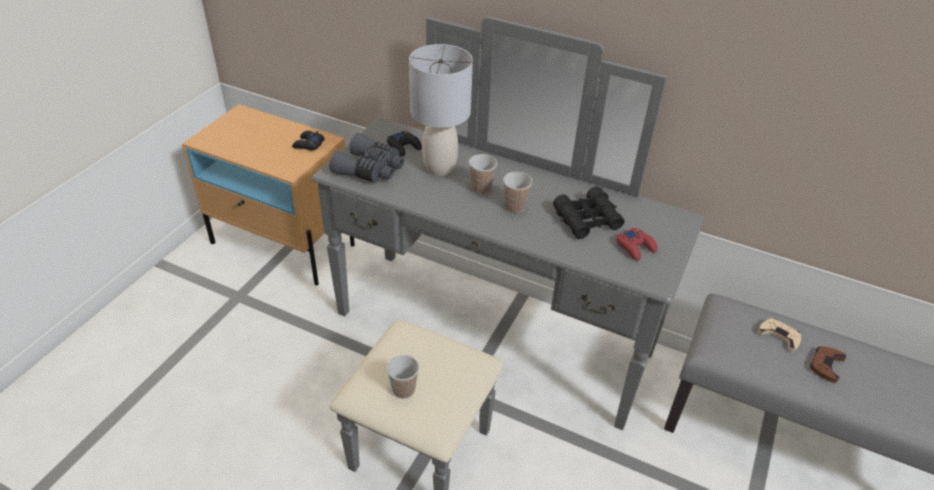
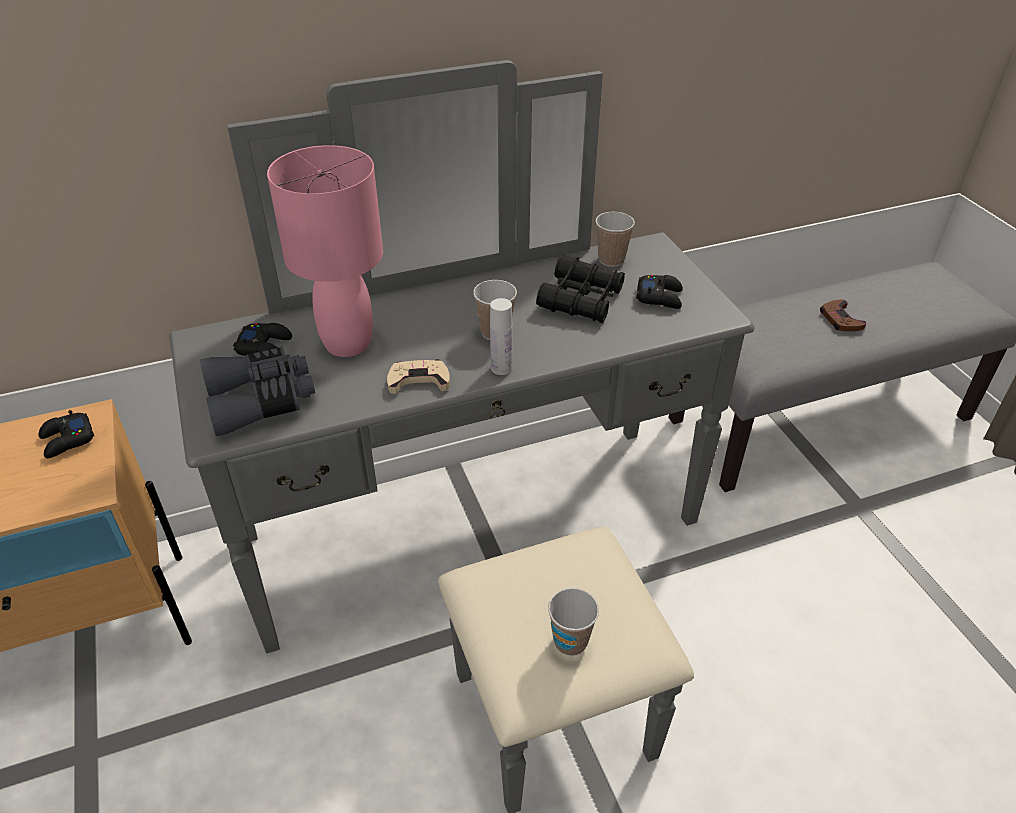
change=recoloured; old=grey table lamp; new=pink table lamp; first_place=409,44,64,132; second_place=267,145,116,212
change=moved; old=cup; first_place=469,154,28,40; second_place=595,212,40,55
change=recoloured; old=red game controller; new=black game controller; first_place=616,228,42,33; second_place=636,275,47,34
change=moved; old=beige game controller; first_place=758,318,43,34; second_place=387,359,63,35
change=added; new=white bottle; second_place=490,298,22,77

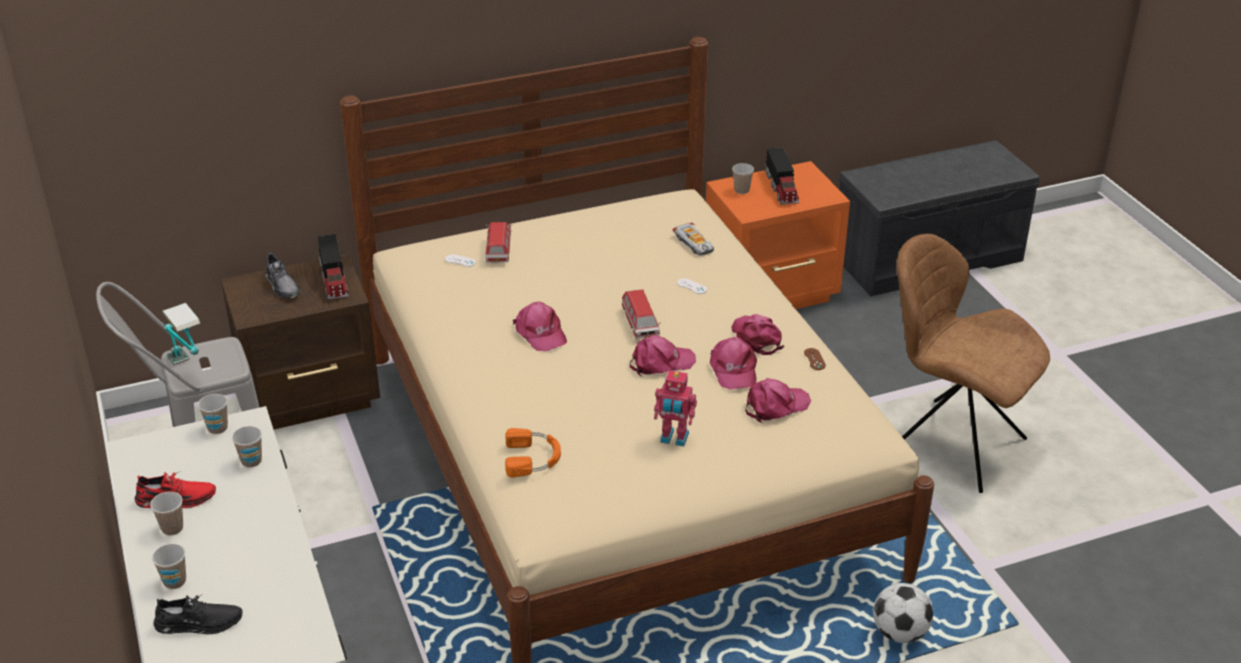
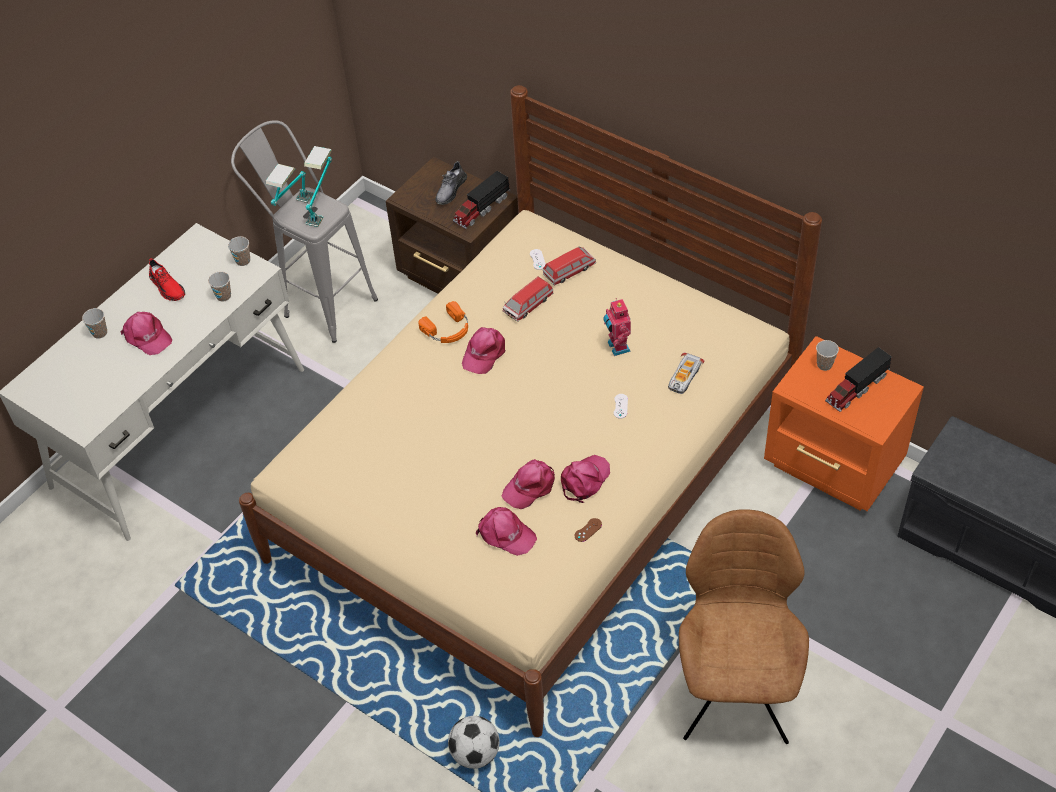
change=moved; old=toy car; first_place=622,289,38,50; second_place=503,276,50,46
change=moved; old=pink cap; first_place=630,335,66,41; second_place=121,312,51,43
change=moved; old=toy robot; first_place=654,370,43,77; second_place=603,298,28,58
change=moved; old=orange headphones; first_place=505,428,56,49; second_place=418,301,50,42
change=removed; old=cup; first_place=150,492,33,44
change=removed; old=black shoe; first_place=154,594,89,40
change=added; new=table lamp; second_place=304,146,28,81

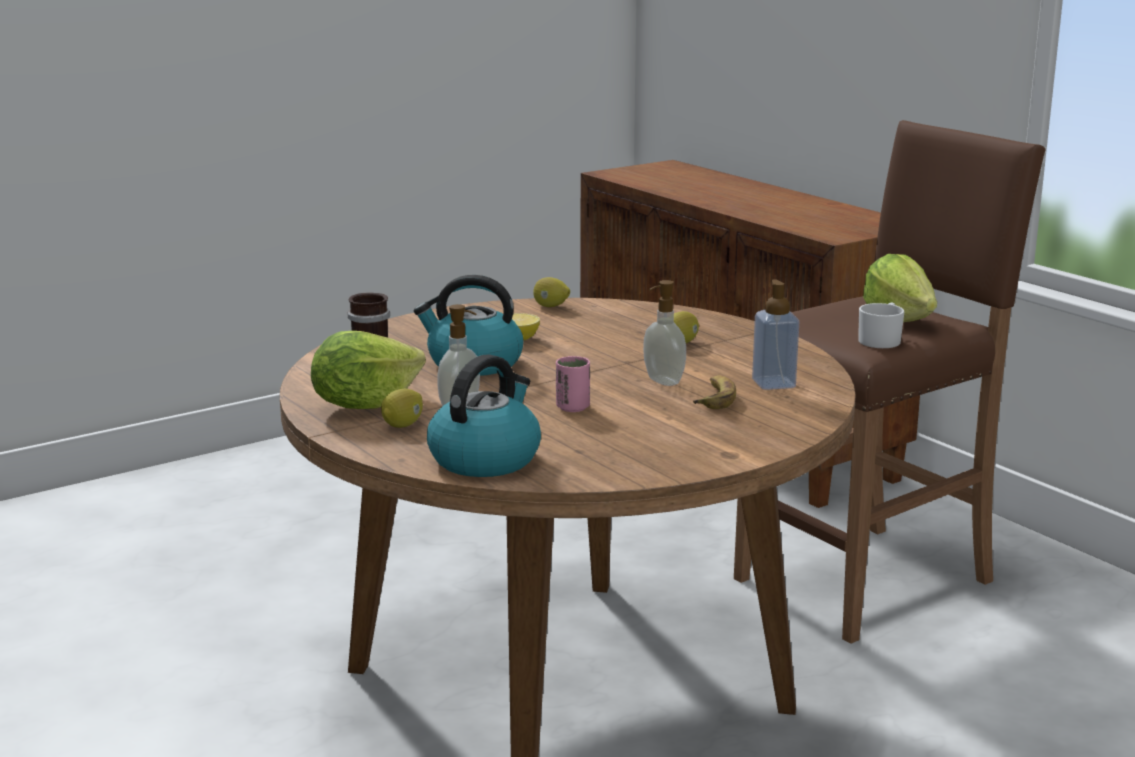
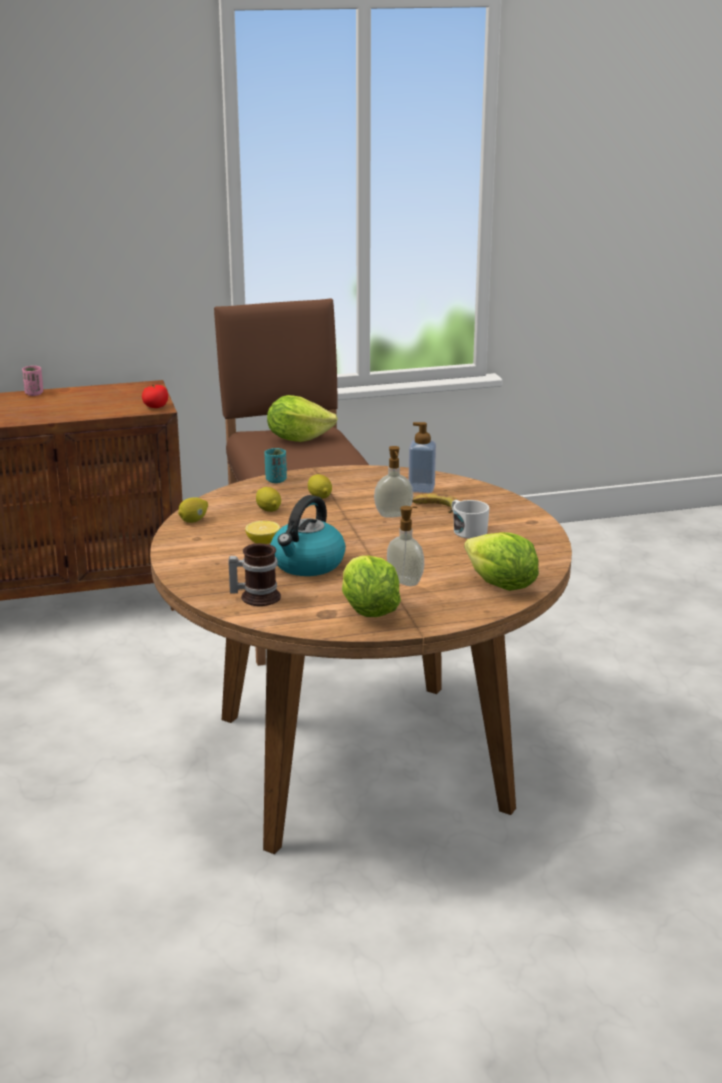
change=moved; old=white mug; first_place=858,303,46,45; second_place=452,500,37,39
change=replaced; old=kettle; new=lettuce; first_place=427,355,114,122; second_place=464,532,75,59
change=moved; old=pink cup; first_place=556,356,34,56; second_place=22,366,21,30
change=moved; old=lemon; first_place=381,389,42,39; second_place=256,487,25,25
change=added; new=tomato; second_place=142,384,26,24
change=added; new=turquoise cup; second_place=264,448,23,35

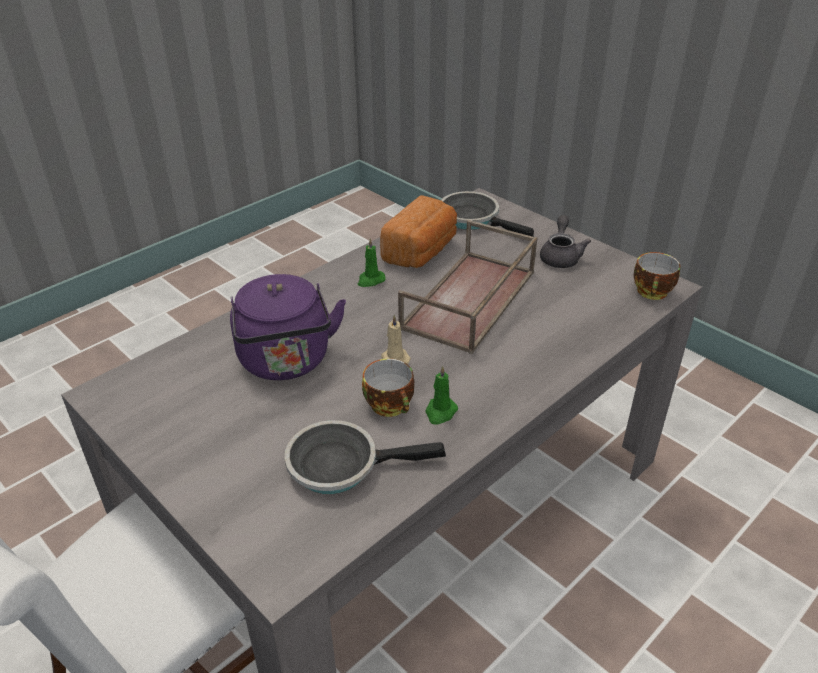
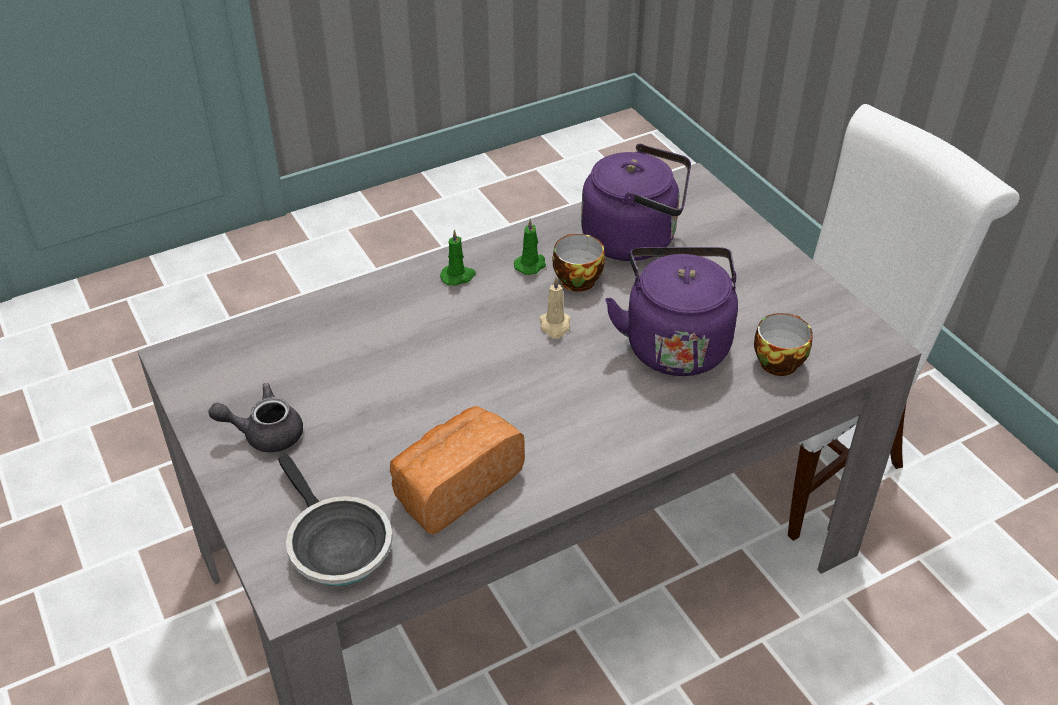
change=turned; old=grey teapot; first_place=540,215,51,53; second_place=209,383,94,69; degrees=60
change=removed; old=brown tray; first_place=398,220,140,134
change=moved; old=green candle; first_place=358,238,28,49; second_place=440,229,36,57
change=moved; old=cup; first_place=633,252,48,48; second_place=754,313,59,63
change=replaced; old=frying pan; new=purple kettle; first_place=284,420,162,74; second_place=581,144,110,117

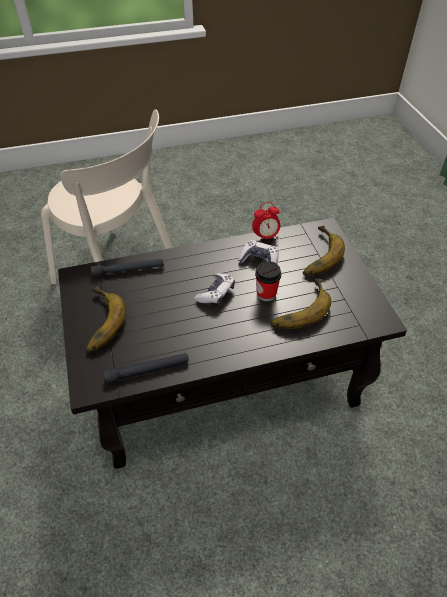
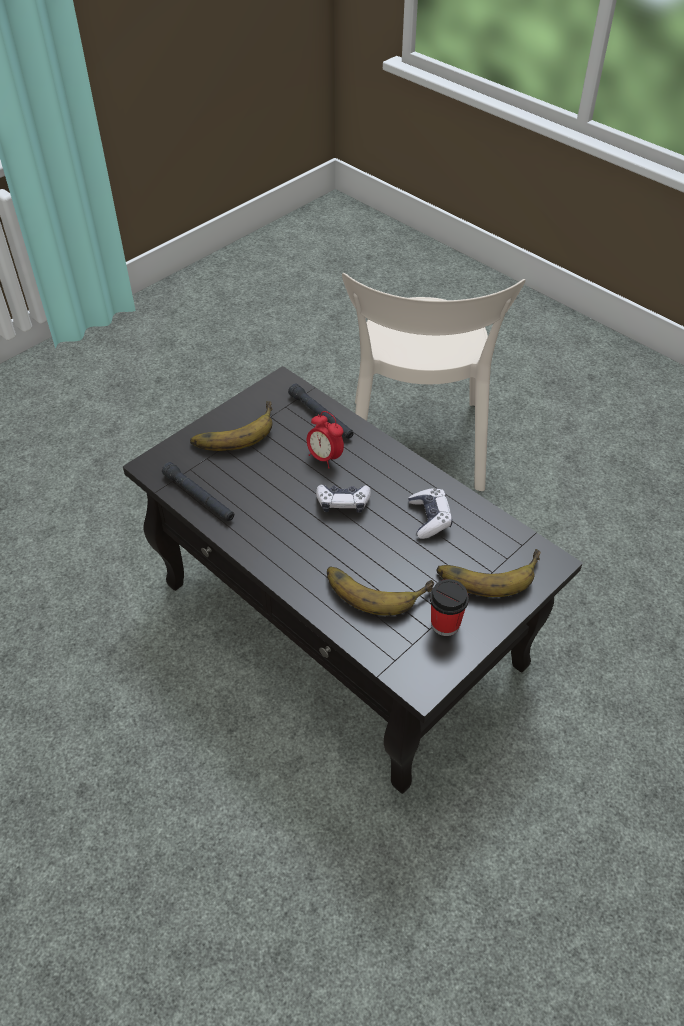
change=moved; old=alarm clock; first_place=252,202,28,40; second_place=307,411,37,58
change=moved; old=cup; first_place=255,261,26,40; second_place=430,579,39,57

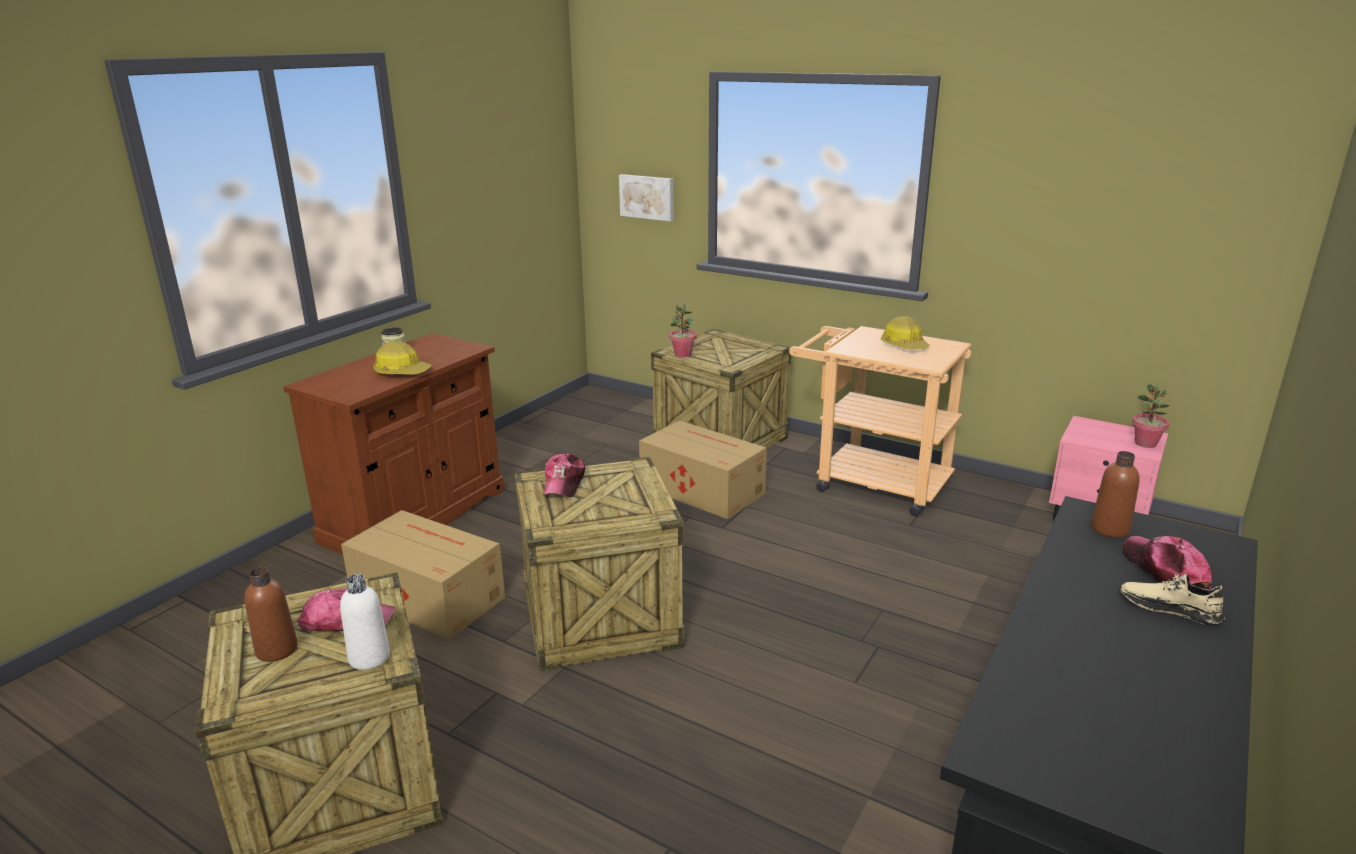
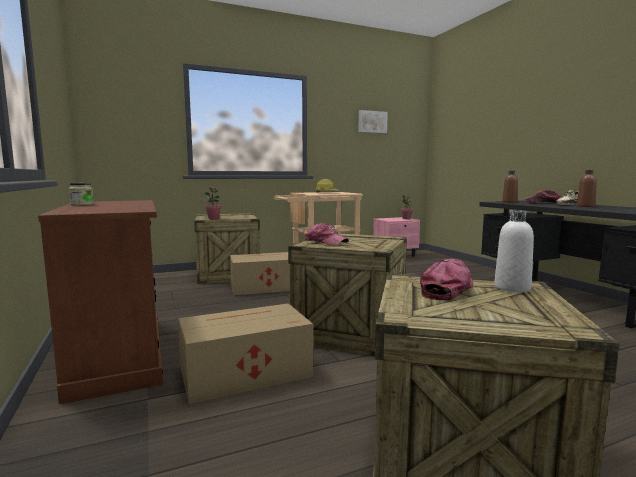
change=moved; old=picture; first_place=619,174,55,47; second_place=358,110,30,23
change=removed; old=hard hat; first_place=373,341,59,33
change=moved; old=brown bottle; first_place=244,567,54,95; second_place=577,170,20,37

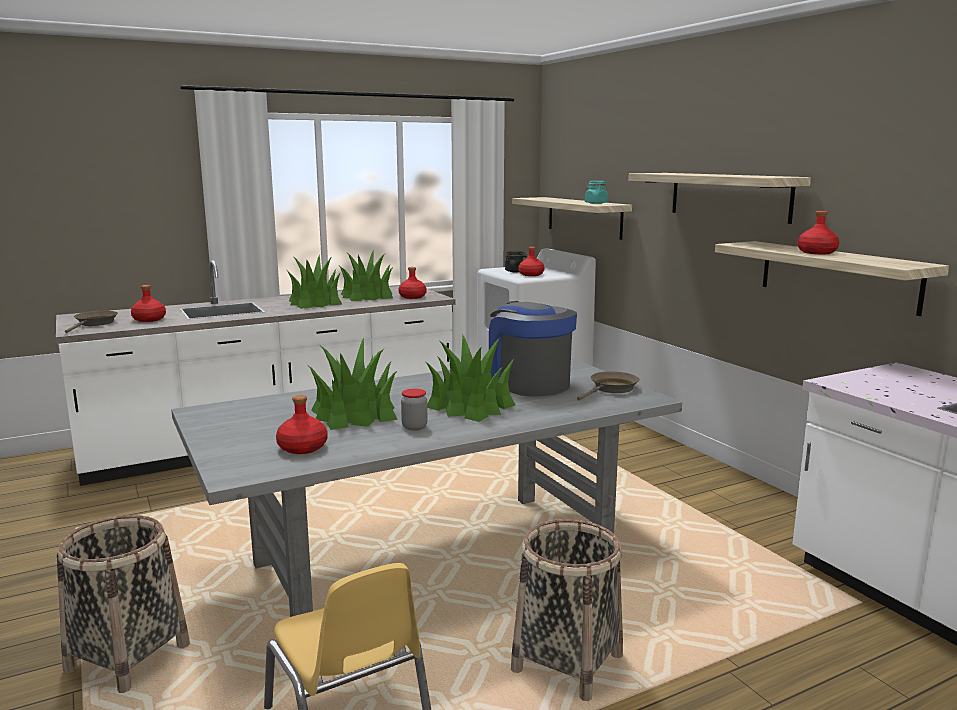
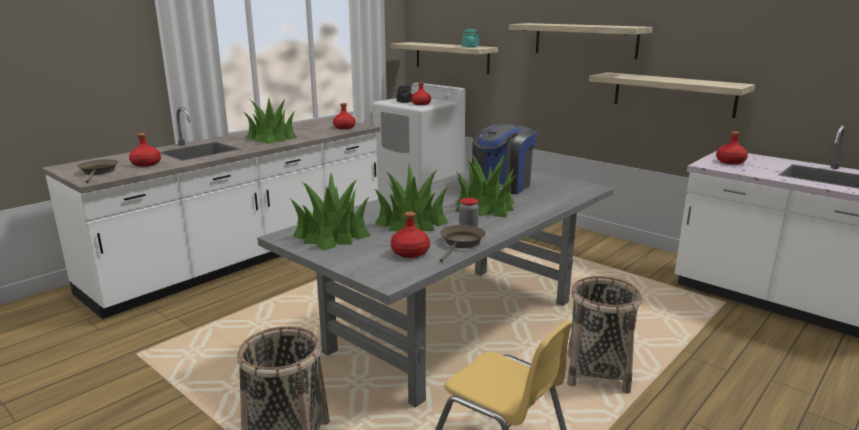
change=moved; old=red bottle; first_place=797,211,42,43; second_place=716,131,32,34
change=moved; old=potted plant; first_place=340,249,53,52; second_place=290,173,80,78
change=turned; old=coffee machine; first_place=489,301,88,95; second_place=469,124,69,70; degrees=-90
change=moved; old=brown frying pan; first_place=577,371,62,30; second_place=440,225,46,37

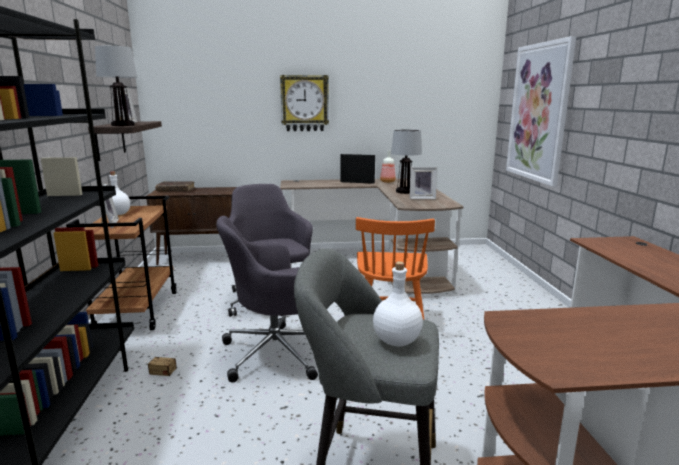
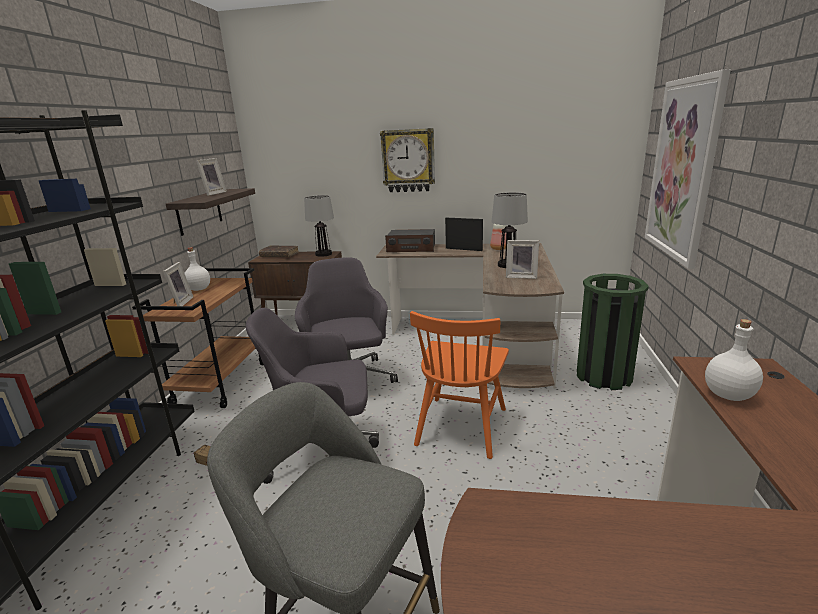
change=moved; old=table lamp; first_place=95,46,42,80; second_place=304,195,30,62
change=moved; old=white bottle; first_place=373,261,50,86; second_place=705,319,58,82
change=added; new=radio; second_place=385,229,50,23
change=added; new=green trash can; second_place=577,274,72,116

